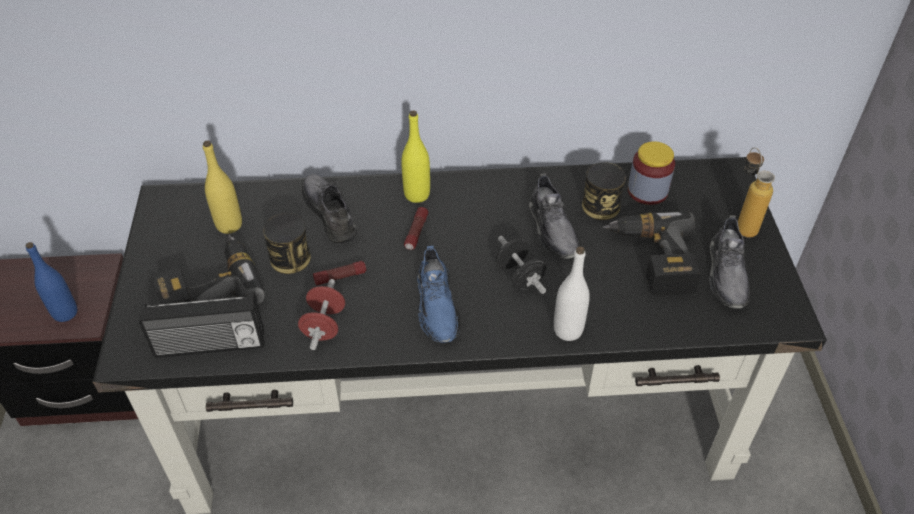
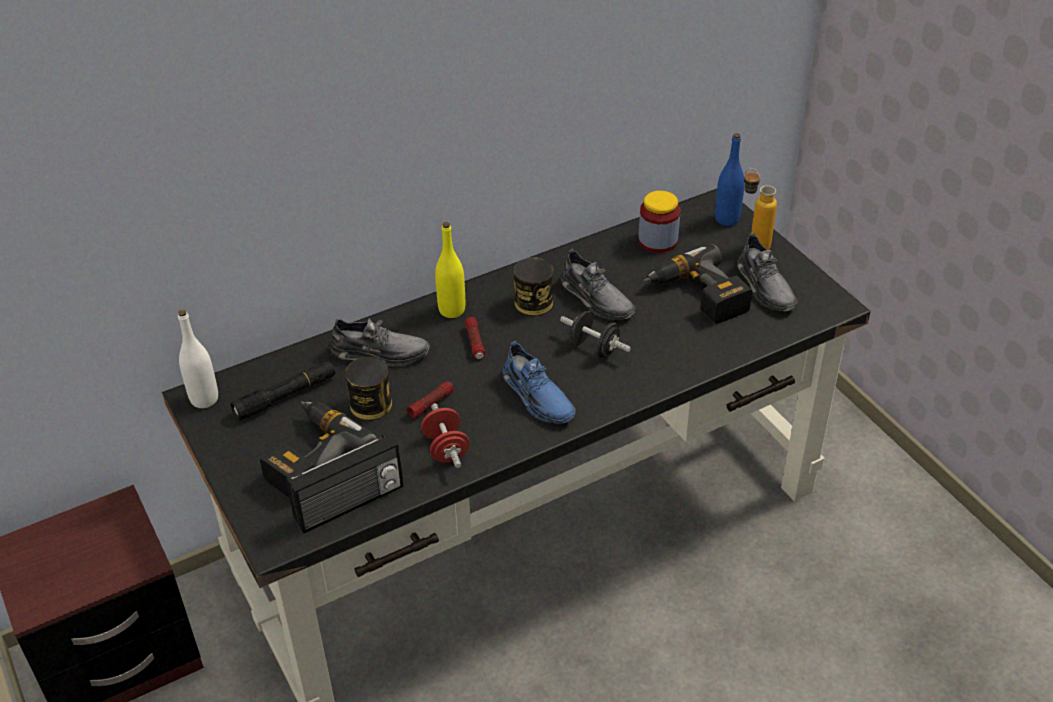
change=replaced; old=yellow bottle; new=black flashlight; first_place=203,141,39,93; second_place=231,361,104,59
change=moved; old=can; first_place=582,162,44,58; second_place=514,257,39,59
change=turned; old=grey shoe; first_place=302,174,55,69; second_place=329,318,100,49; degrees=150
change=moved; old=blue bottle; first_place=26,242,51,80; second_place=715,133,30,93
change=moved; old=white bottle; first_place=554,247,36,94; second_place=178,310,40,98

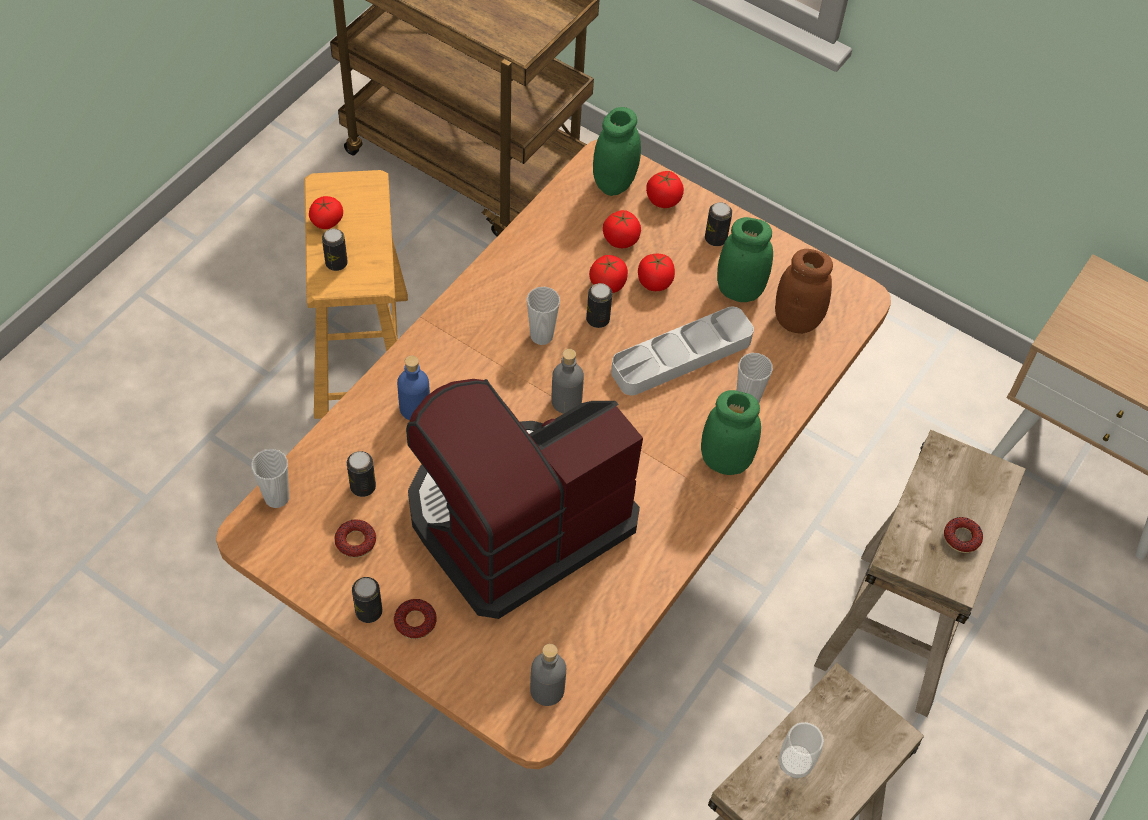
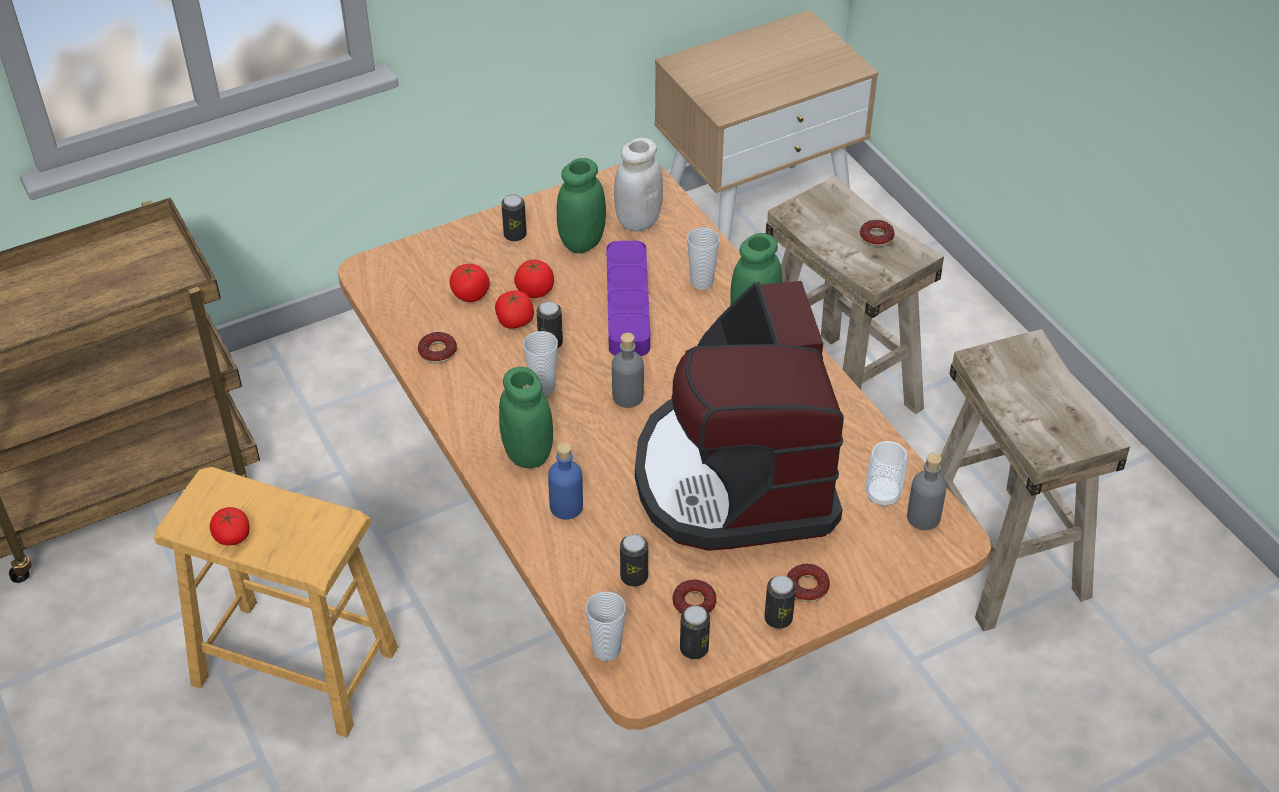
change=moved; old=green jar; first_place=593,107,48,89; second_place=499,367,54,101
change=removed; old=tomato; first_place=646,171,38,37
change=moved; old=can; first_place=322,229,26,42; second_place=680,606,30,53
change=recoloured; old=brown jar; new=white jar; first_place=775,249,58,85; second_place=614,138,49,93
change=recoloured; old=grey tray; new=purple tray; first_place=611,307,143,88; second_place=606,241,44,115
change=moved; old=cup; first_place=779,722,45,56; second_place=866,441,41,66
change=added; new=donut; second_place=418,332,39,31

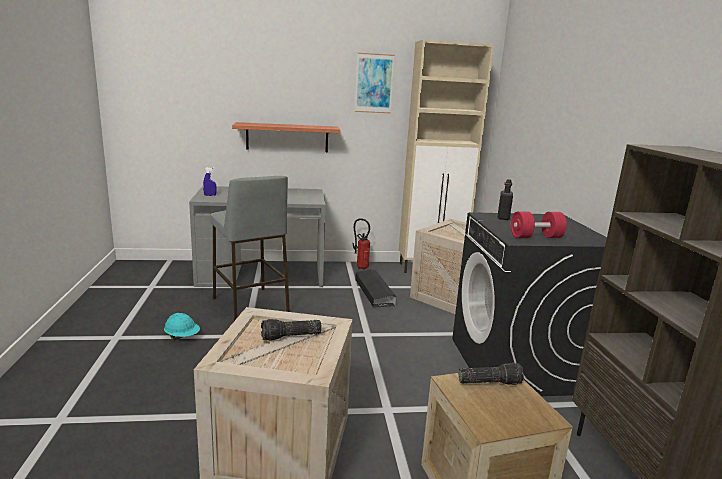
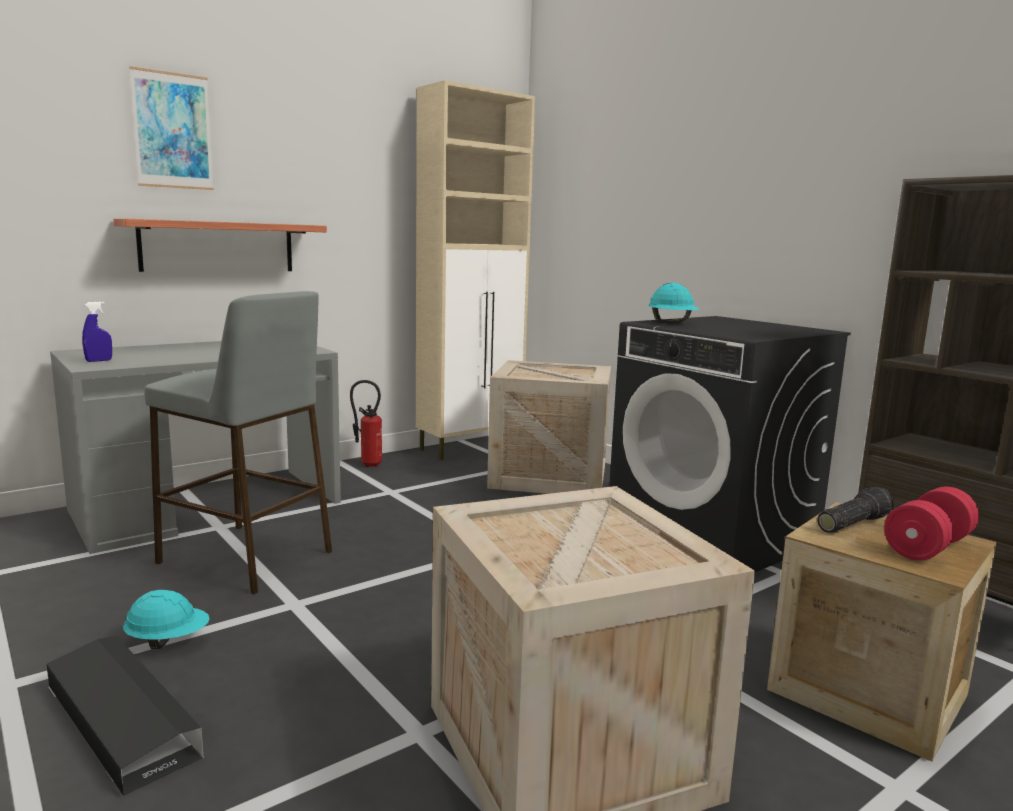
change=moved; old=picture; first_place=355,53,40,61; second_place=129,66,85,124
change=replaced; old=black bottle; new=turquoise hard hat; first_place=498,179,15,41; second_place=648,283,51,40
change=moved; old=red dumbbell; first_place=511,211,56,27; second_place=884,487,95,73
change=moved; old=black storage box; first_place=355,269,41,39; second_place=47,636,157,160
change=removed; old=flashlight; first_place=261,319,61,21

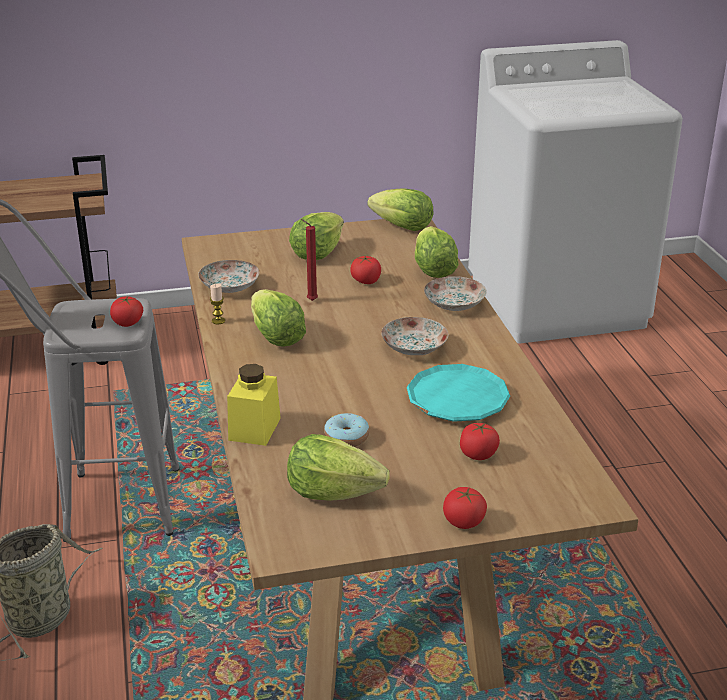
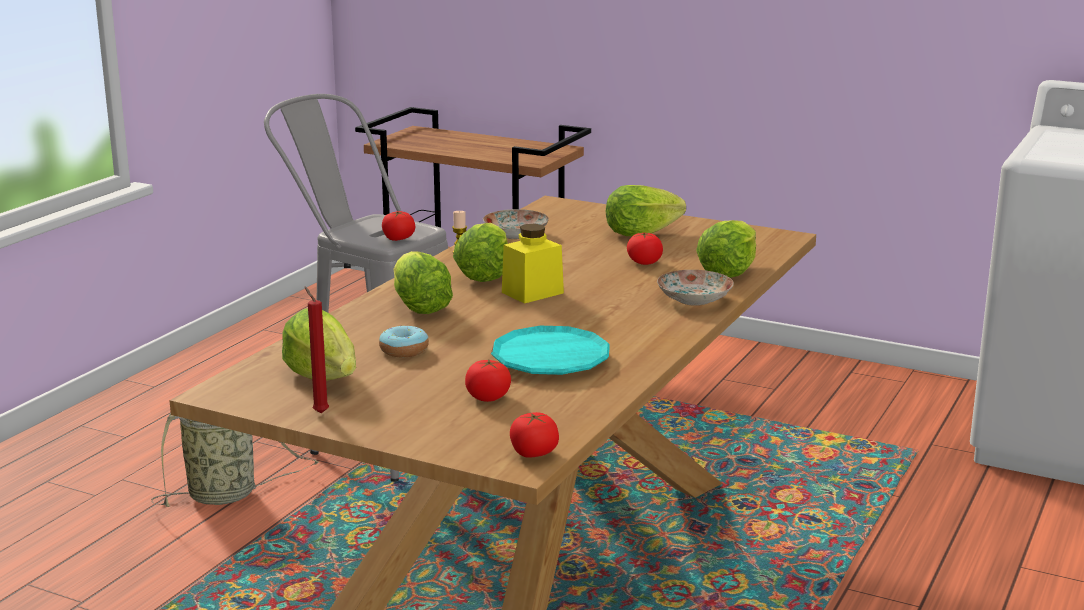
change=moved; old=lettuce; first_place=368,188,65,43; second_place=394,251,59,63
change=moved; old=red candle; first_place=301,219,17,82; second_place=304,286,25,127
change=removed; old=plate; first_place=382,317,66,38
change=moved; old=yellow jar; first_place=227,364,54,82; second_place=502,223,62,81
change=moved; old=tomato; first_place=443,487,44,42; second_place=510,412,49,46

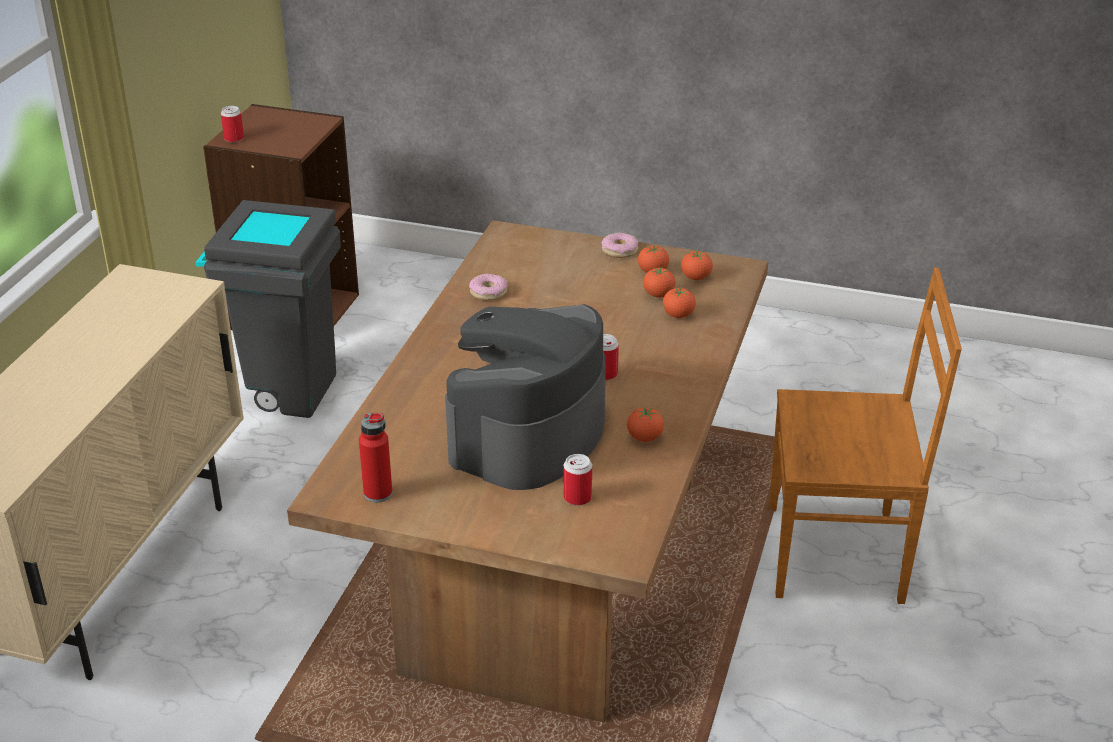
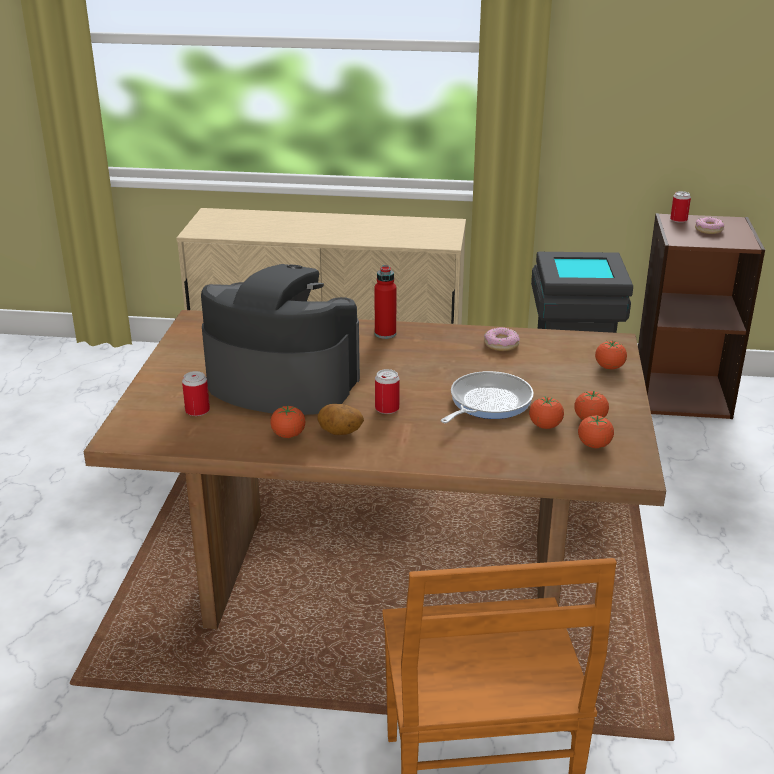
change=moved; old=donut; first_place=602,233,36,25; second_place=695,217,29,17
change=moved; old=tomato; first_place=663,287,33,31; second_place=595,341,32,29
change=moved; old=red bottle; first_place=359,413,34,90; second_place=374,265,23,74
change=added; new=frying pan; second_place=441,371,93,52
change=added; new=potato; second_place=317,404,47,31

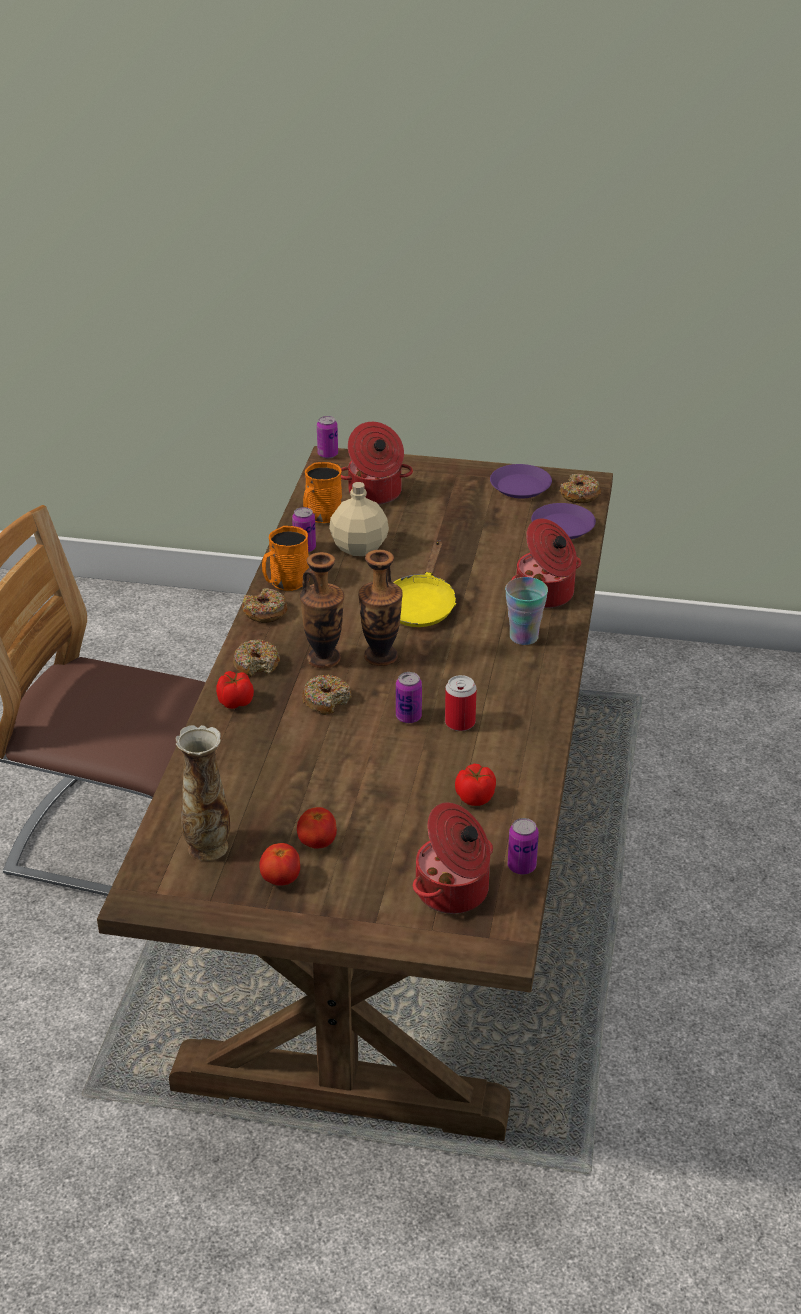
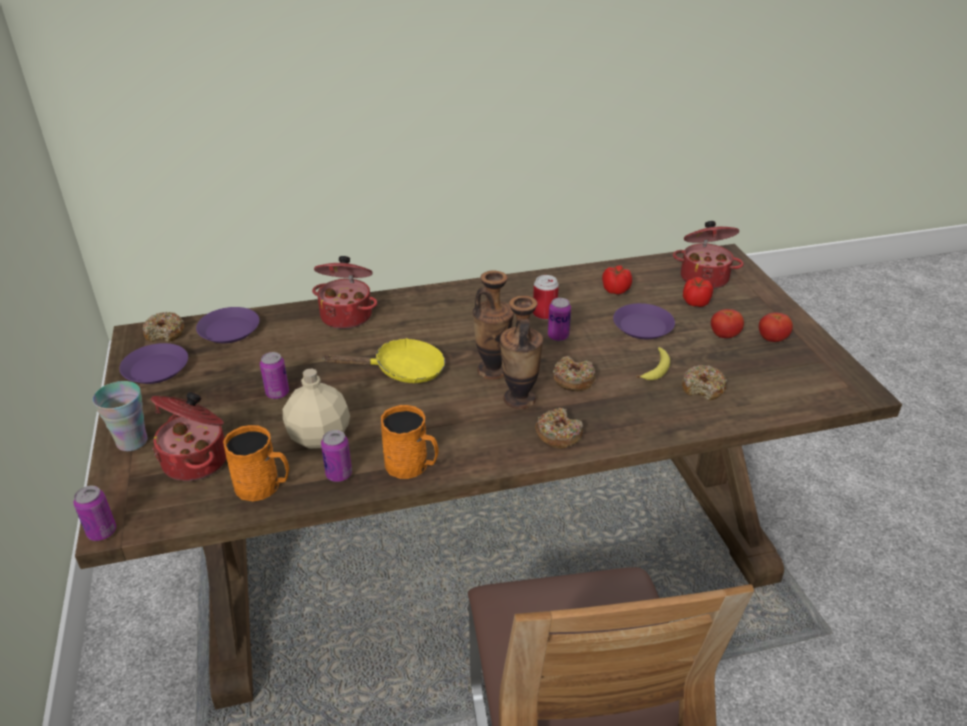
change=moved; old=cup; first_place=505,577,43,68; second_place=93,381,55,70
change=moved; old=donut; first_place=242,588,46,35; second_place=681,365,46,36
change=moved; old=tomato; first_place=216,671,38,38; second_place=683,277,30,30
change=removed; old=vase; first_place=175,725,55,136
change=moved; old=can; first_place=508,818,31,57; second_place=260,352,29,47
change=added; new=purple plate; second_place=613,303,62,36
change=added; new=banana; second_place=637,347,33,33

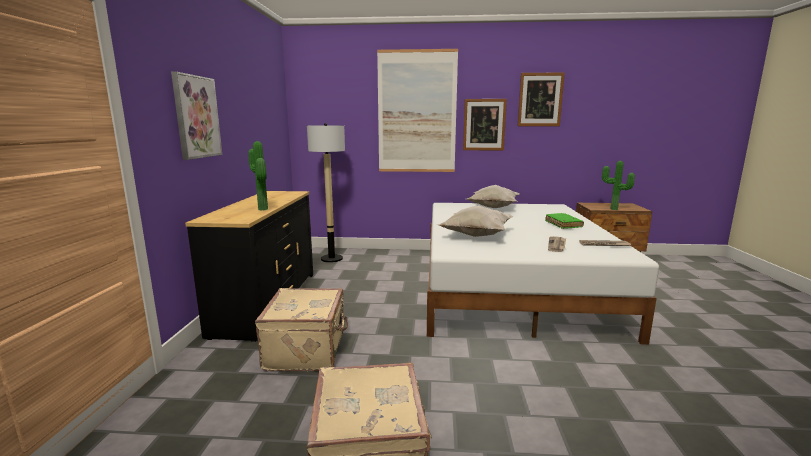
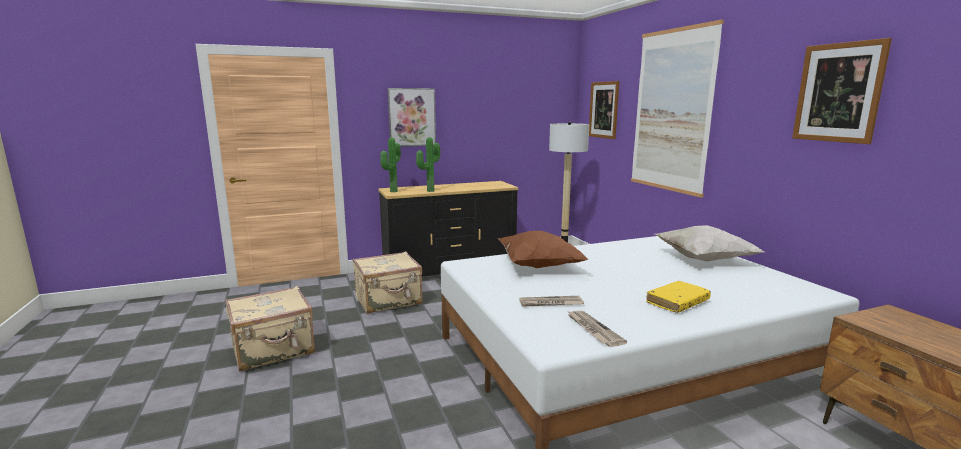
change=moved; old=picture; first_place=463,99,44,51; second_place=589,81,30,58
change=moved; old=potted plant; first_place=602,161,33,49; second_place=380,138,21,54
change=recoloured; old=white pillow; new=brown pillow; first_place=437,205,77,32; second_place=497,231,92,37
change=recoloured; old=green book; new=yellow book; first_place=545,213,39,16; second_place=646,281,65,32

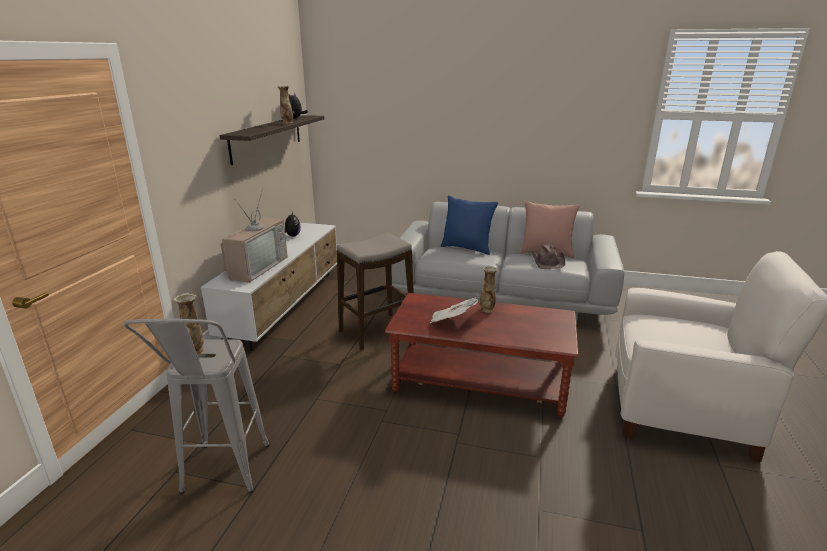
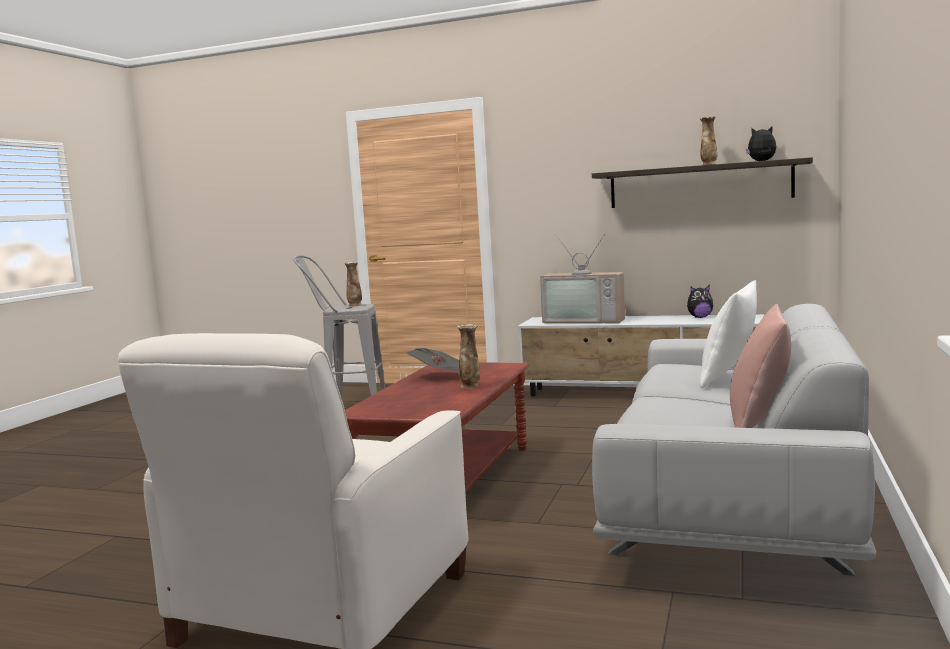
change=recoloured; old=blue pillow; new=white pillow; first_place=441,195,57,60; second_place=699,280,58,108
change=removed; old=stool; first_place=337,234,77,116
change=removed; old=brown hat; first_place=532,244,33,25

